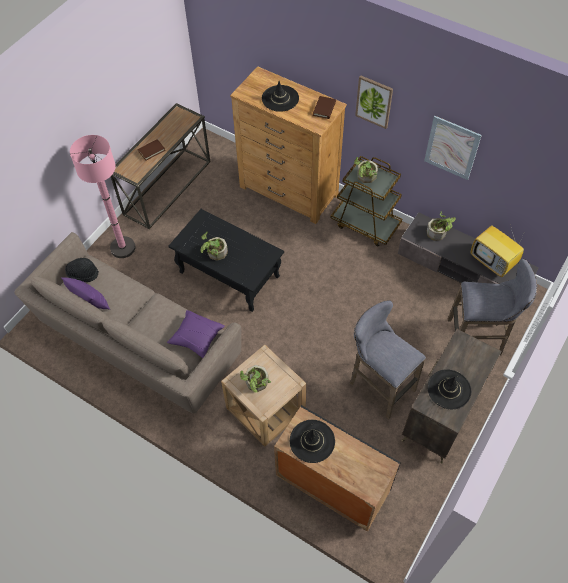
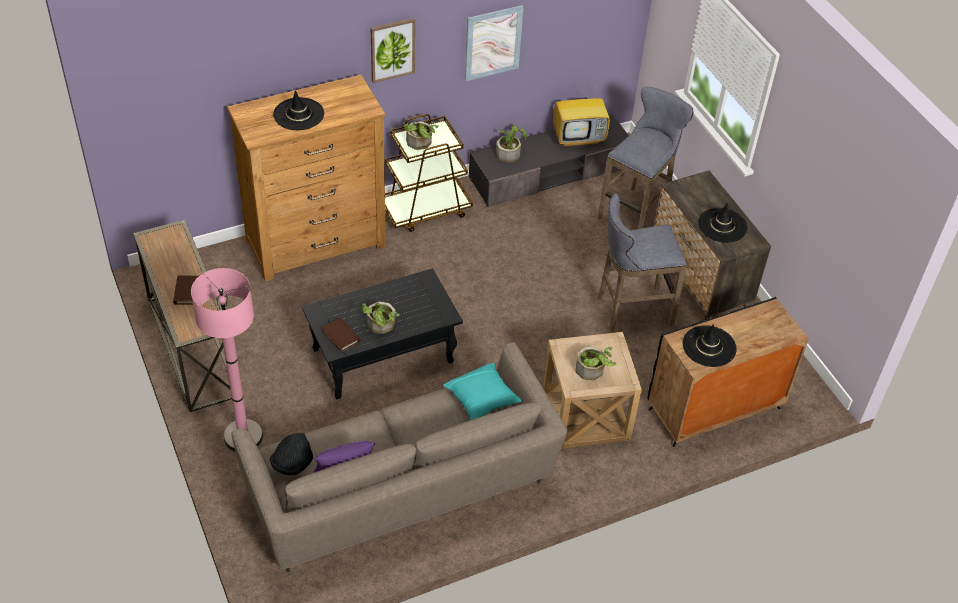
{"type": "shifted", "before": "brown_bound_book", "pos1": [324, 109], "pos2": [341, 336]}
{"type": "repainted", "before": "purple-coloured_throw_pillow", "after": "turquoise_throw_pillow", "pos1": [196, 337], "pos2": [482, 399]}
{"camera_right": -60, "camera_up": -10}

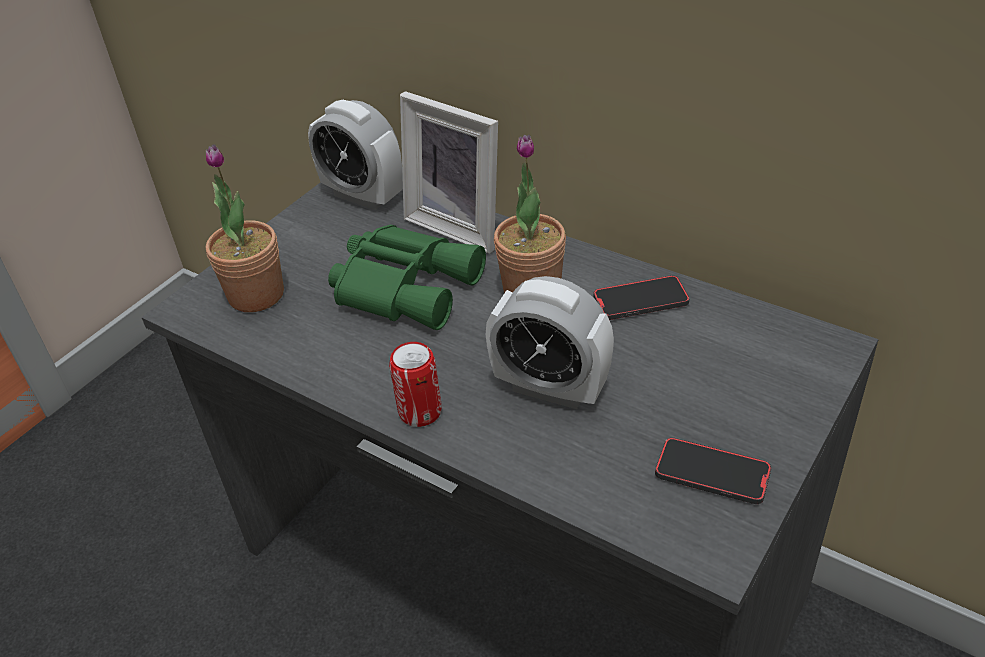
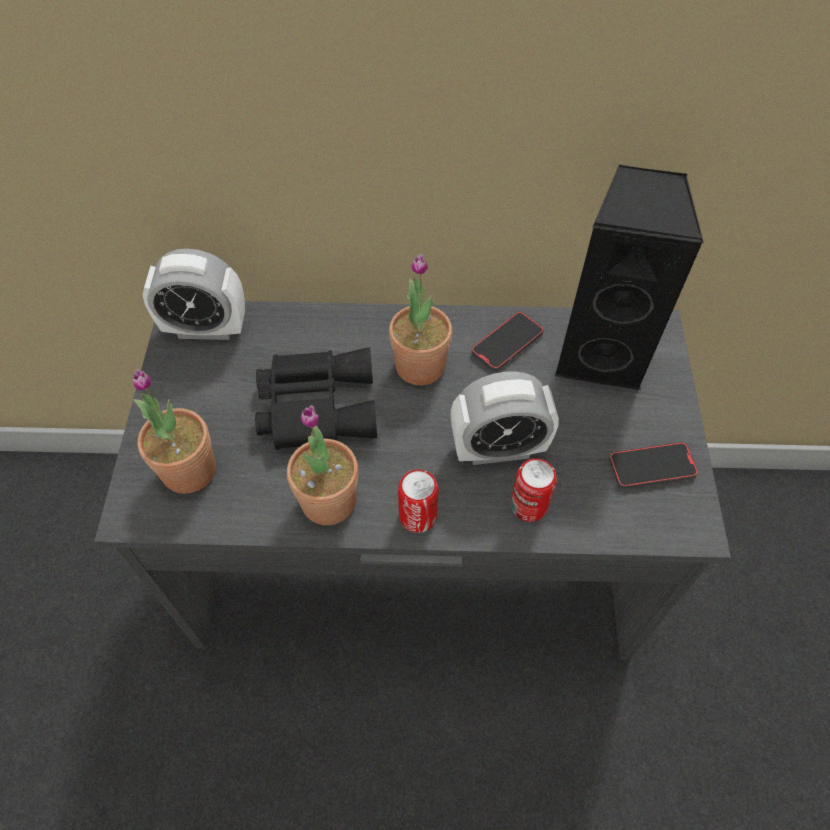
{"type": "repainted", "before": "green_pair_of_binoculars", "after": "black-coloured_pair_of_binoculars", "pos1": [406, 285], "pos2": [316, 404]}
{"type": "new", "after": "plant_in_a_pot", "pos2": [328, 501]}
{"type": "new", "after": "can", "pos2": [528, 505]}
{"type": "new", "after": "black-coloured_loudspeaker", "pos2": [601, 355]}
{"type": "gone", "before": "standing_frame", "pos1": [460, 224]}
{"camera_right": -35, "camera_up": 15}

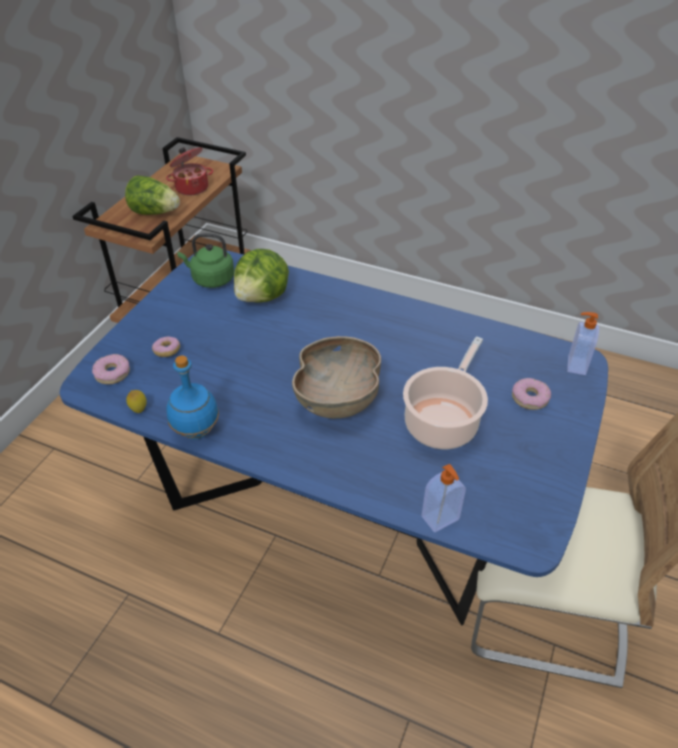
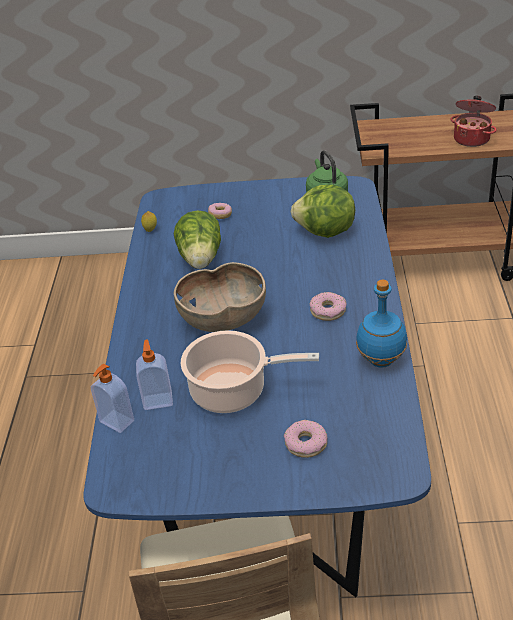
{"type": "shifted", "before": "soap_bottle", "pos1": [575, 365], "pos2": [158, 400]}
{"type": "shifted", "before": "lettuce_head", "pos1": [155, 212], "pos2": [201, 259]}
{"type": "shifted", "before": "donut", "pos1": [112, 373], "pos2": [328, 311]}
{"type": "shifted", "before": "bluish_beverage_bottle", "pos1": [197, 431], "pos2": [381, 361]}
{"camera_right": 70, "camera_up": -5}

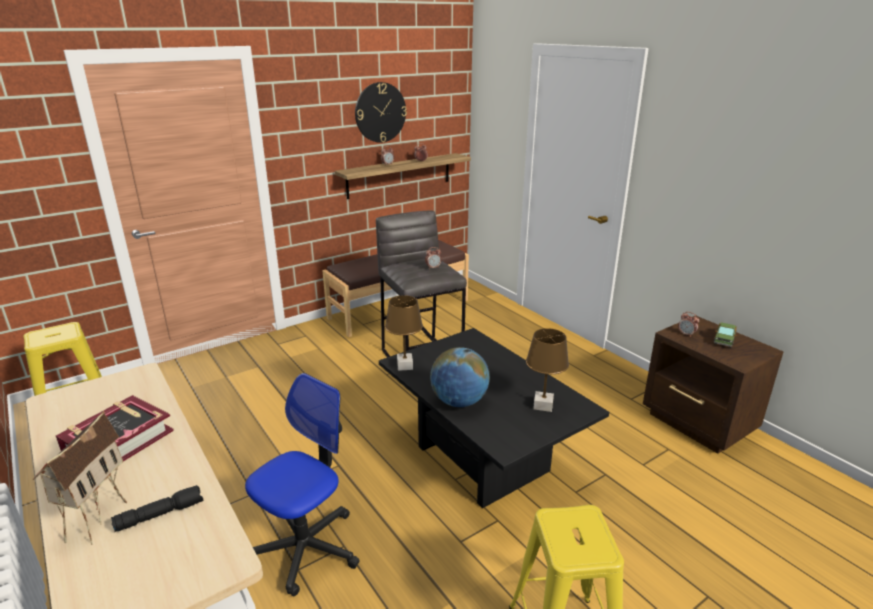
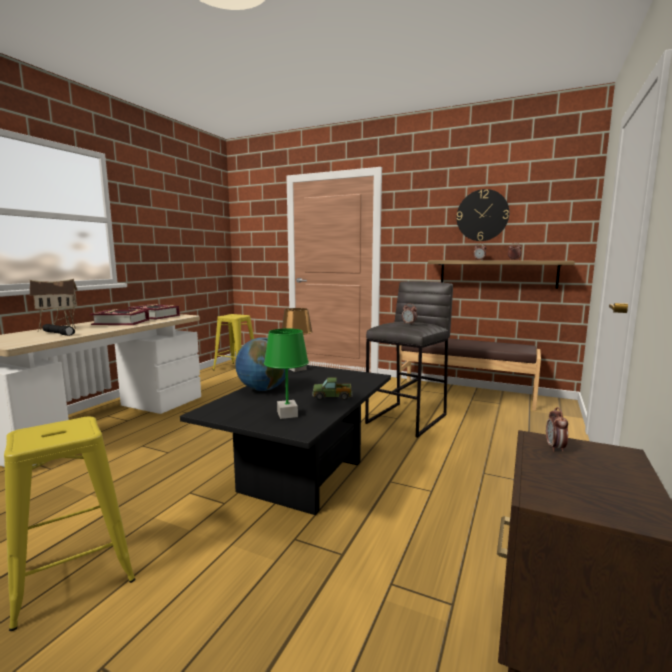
{"type": "new", "after": "bound_book", "pos2": [155, 316]}
{"type": "repainted", "before": "brown_tabletop_lamp", "after": "green_tabletop_lamp", "pos1": [542, 406], "pos2": [287, 414]}
{"type": "shifted", "before": "model_truck", "pos1": [724, 340], "pos2": [332, 397]}
{"type": "gone", "before": "computer_chair", "pos1": [306, 547]}
{"camera_right": 60, "camera_up": -15}

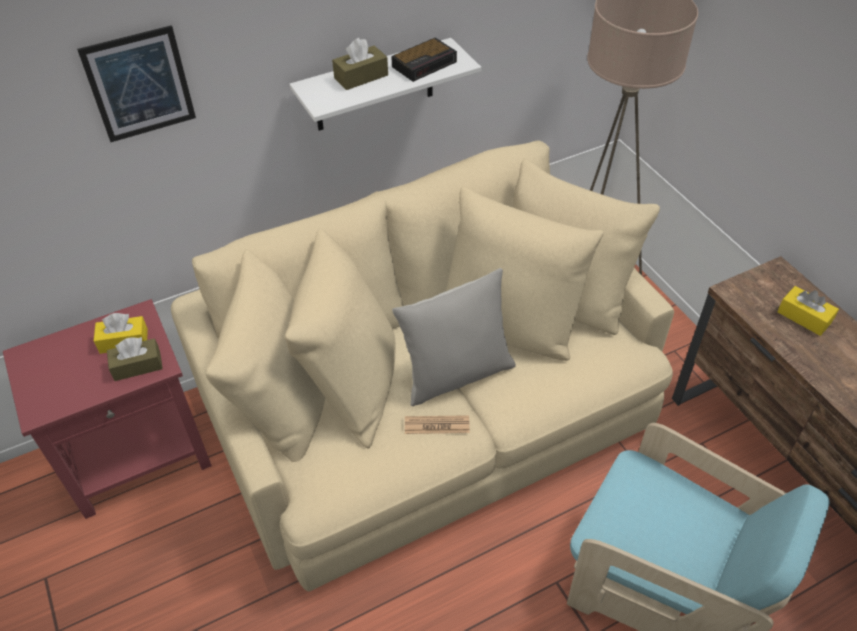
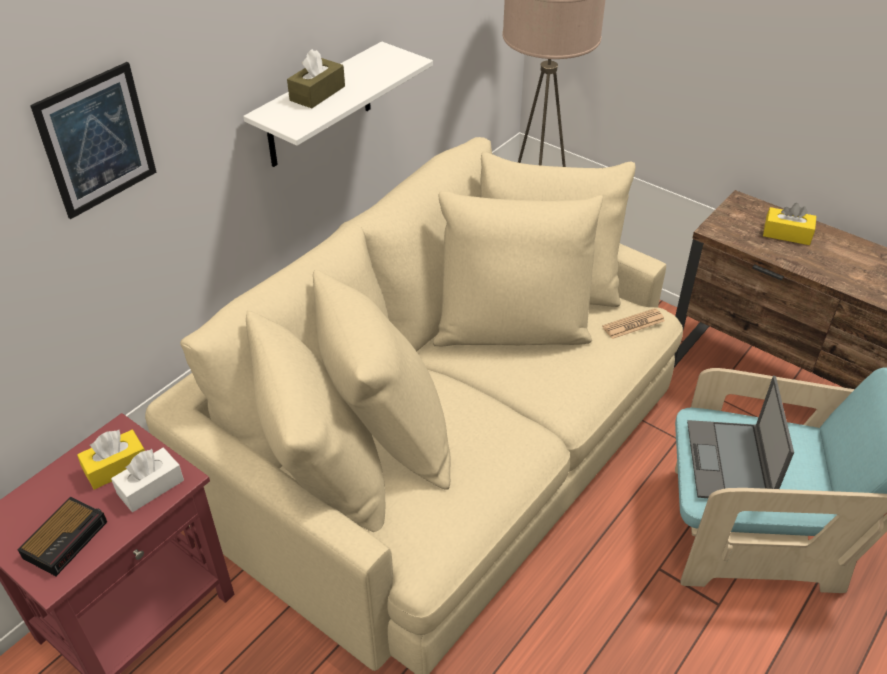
{"type": "shifted", "before": "alarm_clock", "pos1": [425, 64], "pos2": [67, 538]}
{"type": "repainted", "before": "brown_tissue_box", "after": "whitish_tissue_box", "pos1": [137, 366], "pos2": [150, 487]}
{"type": "shifted", "before": "printed_paper", "pos1": [437, 425], "pos2": [633, 324]}
{"type": "new", "after": "laptop", "pos2": [729, 462]}
{"type": "gone", "before": "gray_throw_pillow", "pos1": [456, 374]}
{"camera_right": -25, "camera_up": -5}

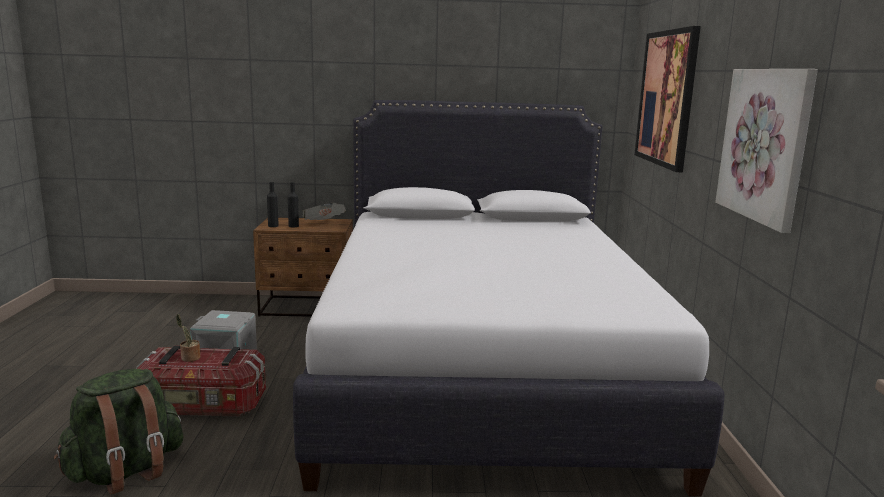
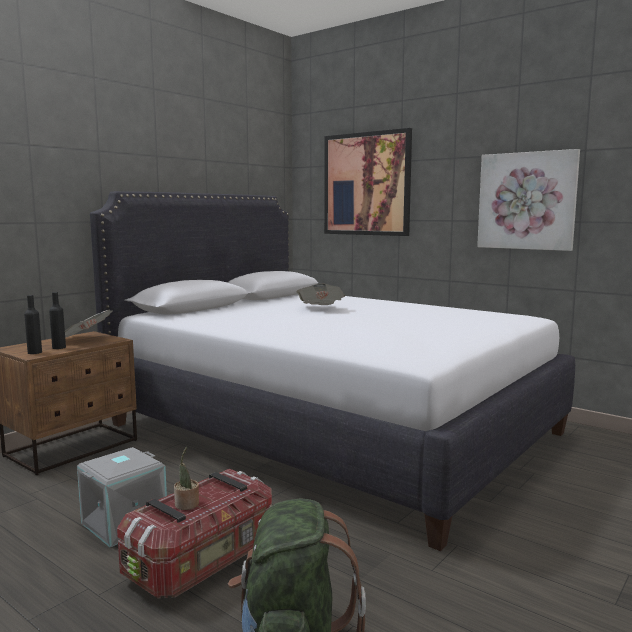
{"type": "new", "after": "printed_paper", "pos2": [321, 309]}
{"camera_right": -50, "camera_up": -5}

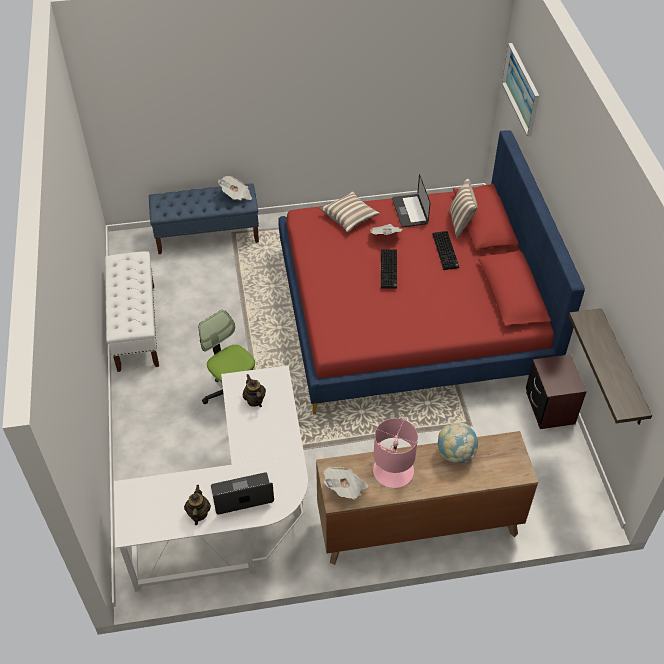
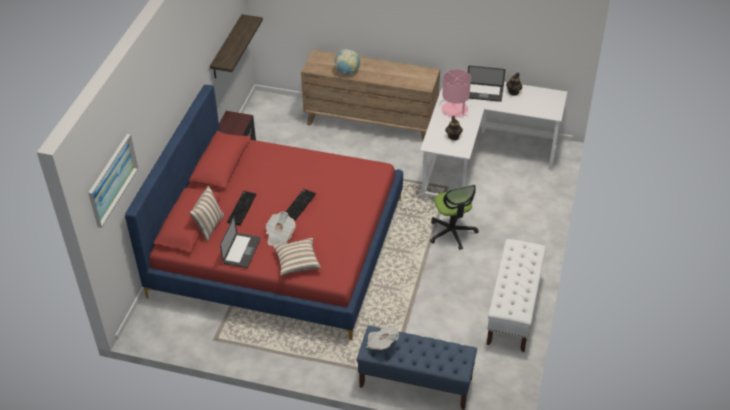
{"type": "shifted", "before": "pink_tabletop_lamp", "pos1": [392, 471], "pos2": [455, 110]}
{"type": "gone", "before": "printed_paper", "pos1": [345, 488]}
{"camera_right": -155, "camera_up": -5}

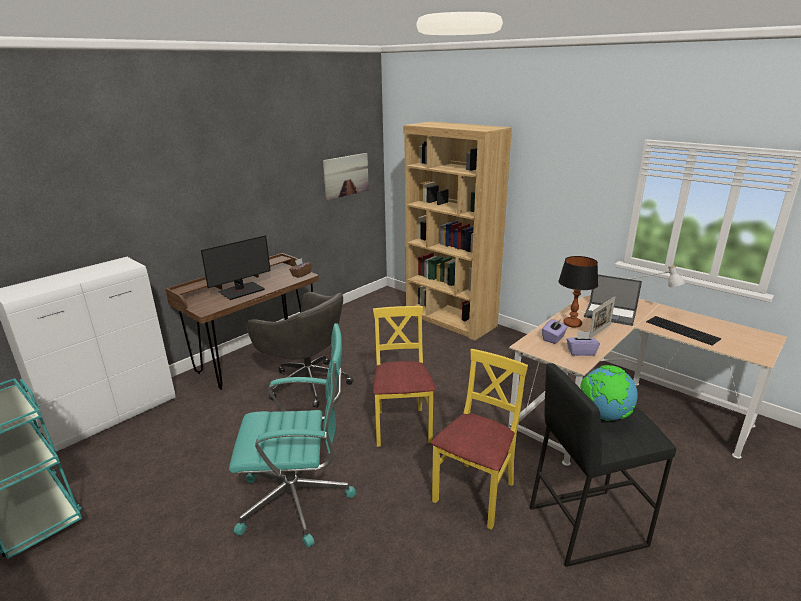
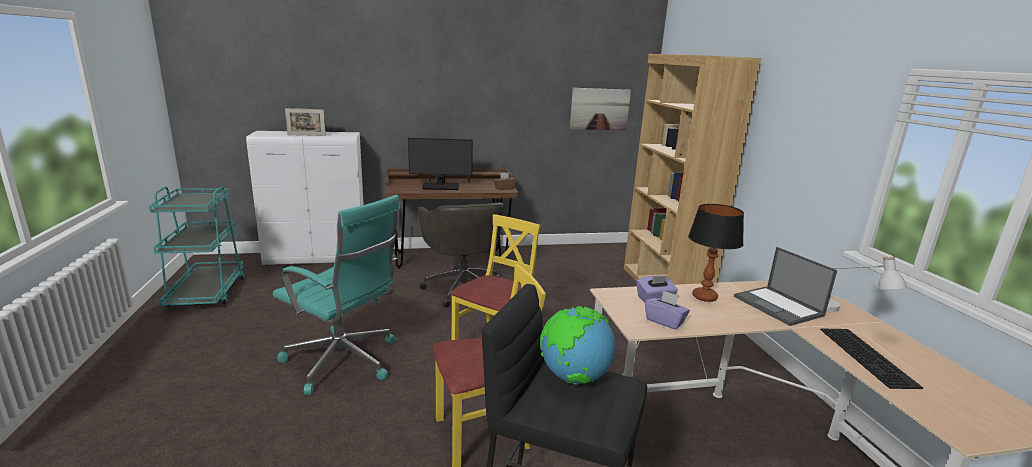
{"type": "shifted", "before": "standing_frame", "pos1": [599, 331], "pos2": [306, 135]}
{"camera_right": 35, "camera_up": -5}

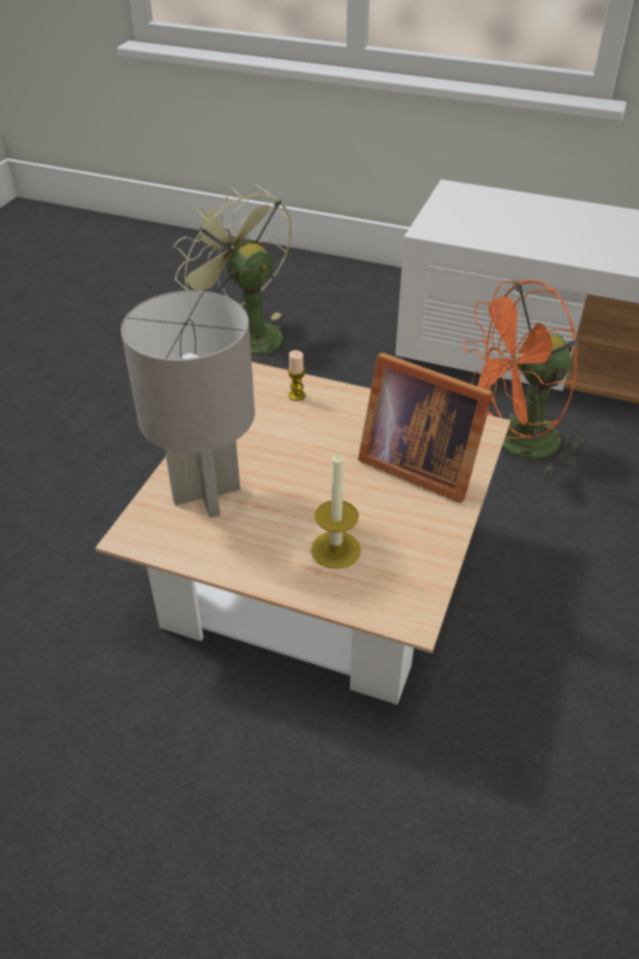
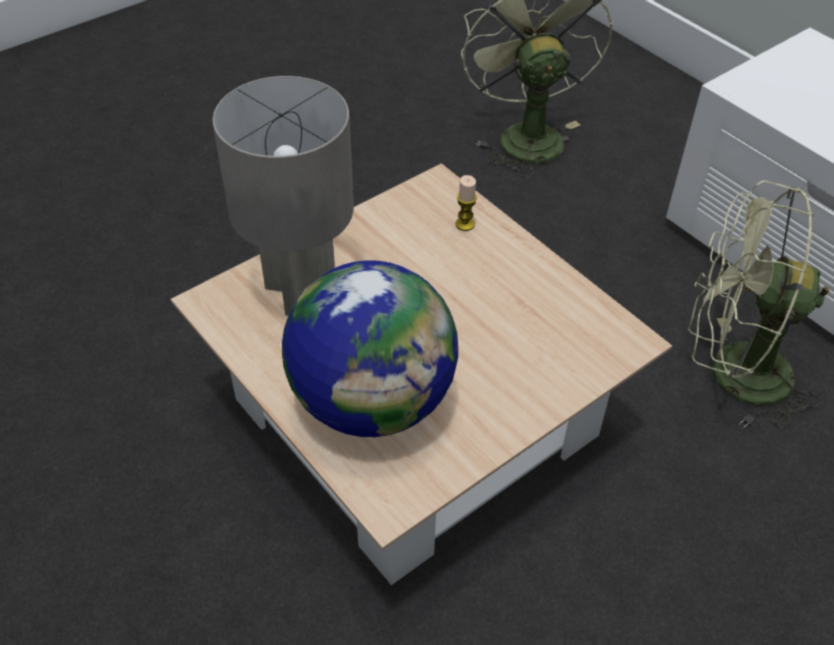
{"type": "swapped", "before": "wax_candle", "after": "globe", "pos1": [336, 549], "pos2": [373, 401]}
{"type": "repainted", "before": "orangey_cooling_fan", "after": "green_cooling_fan", "pos1": [514, 444], "pos2": [731, 374]}
{"type": "gone", "before": "standing_frame", "pos1": [416, 464]}
{"camera_right": 30, "camera_up": 5}

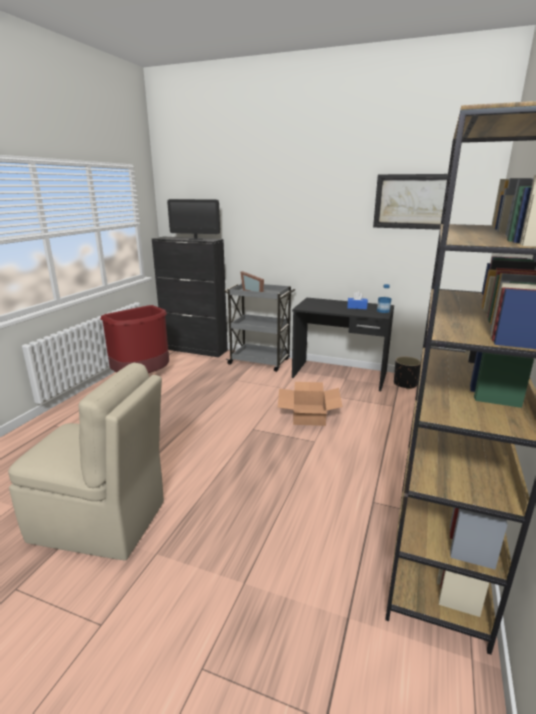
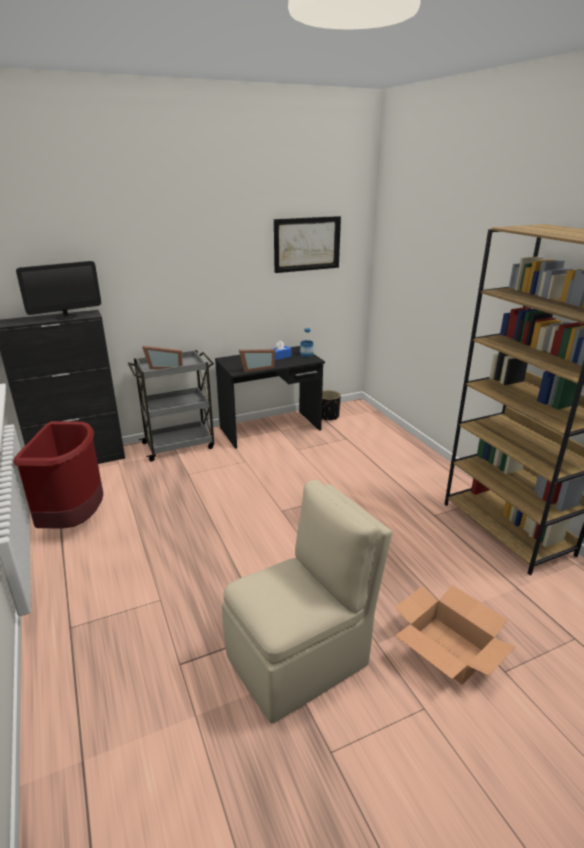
{"type": "new", "after": "standing_frame", "pos2": [256, 368]}
{"type": "shifted", "before": "carton", "pos1": [308, 414], "pos2": [448, 649]}
{"camera_right": -45, "camera_up": 5}

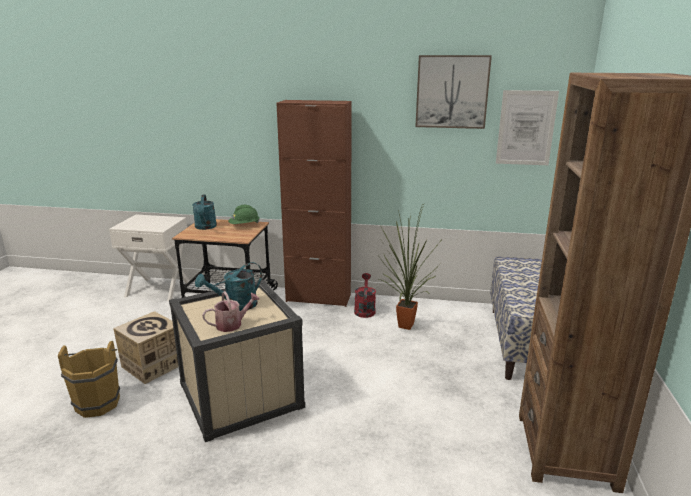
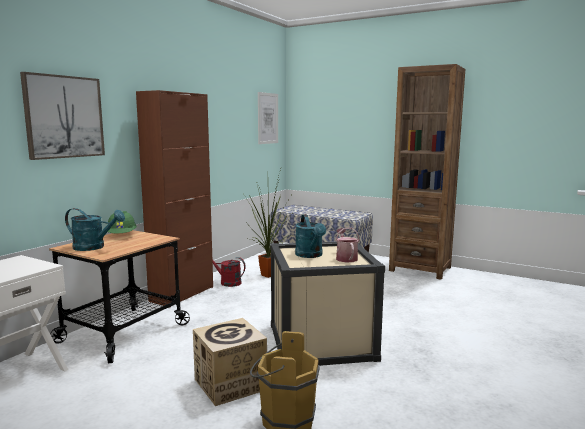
{"type": "shifted", "before": "wall_art", "pos1": [452, 92], "pos2": [64, 117]}
{"camera_right": -70, "camera_up": -10}

